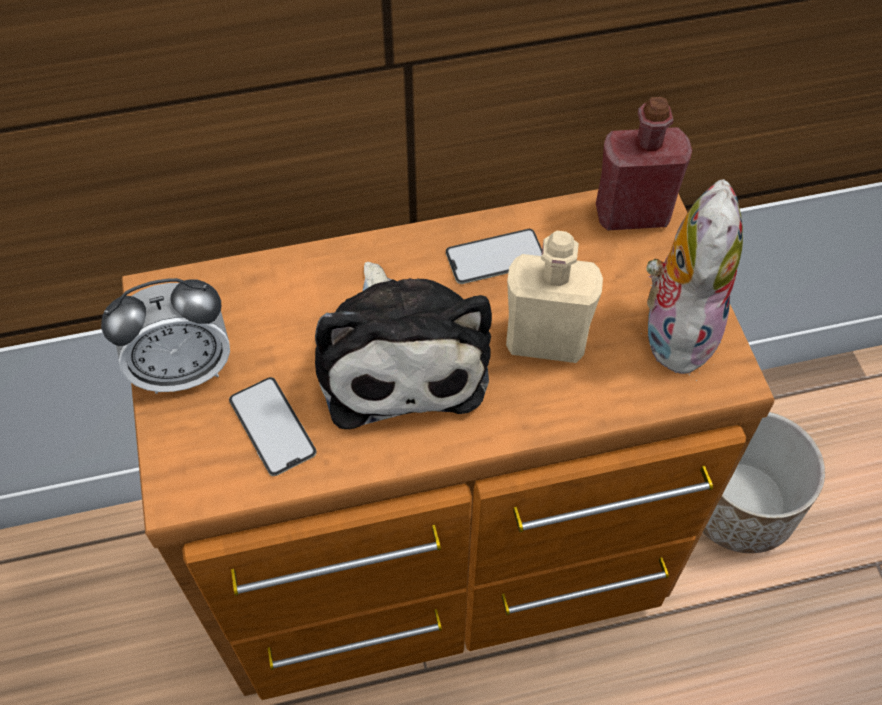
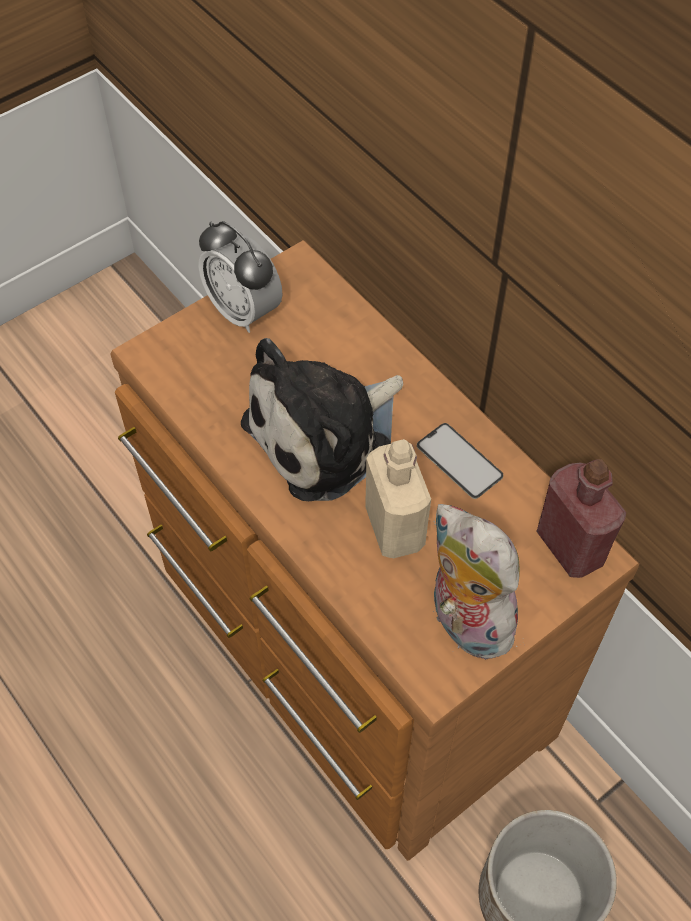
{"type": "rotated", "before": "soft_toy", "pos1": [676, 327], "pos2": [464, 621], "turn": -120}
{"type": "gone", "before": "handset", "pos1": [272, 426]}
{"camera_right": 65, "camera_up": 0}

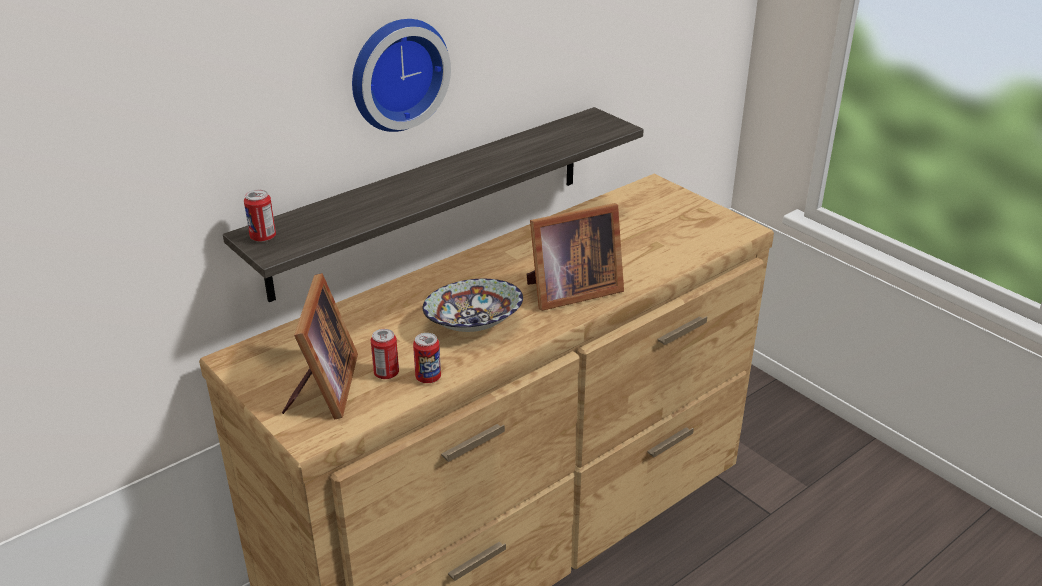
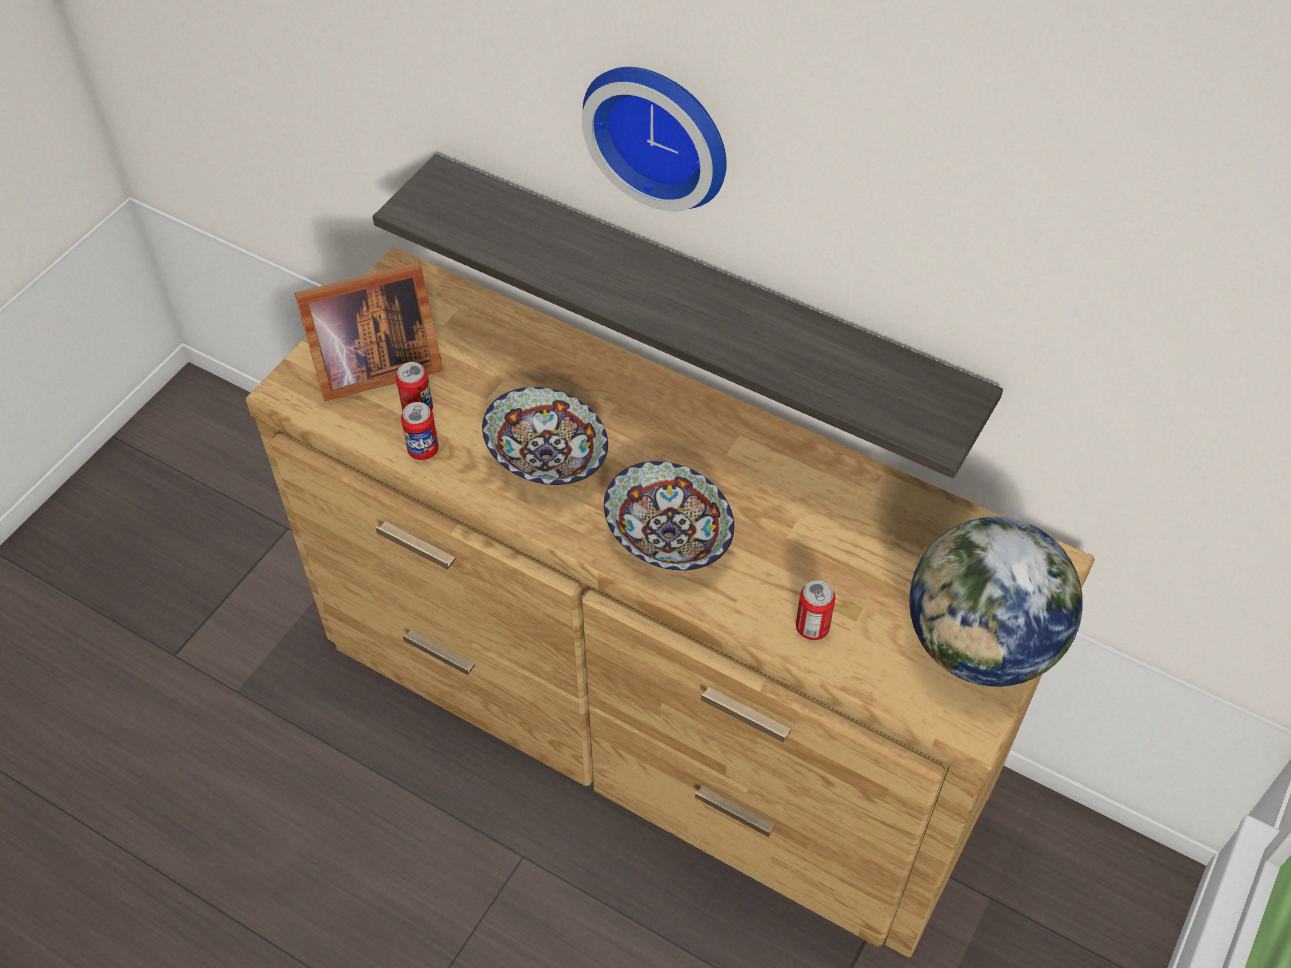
{"type": "swapped", "before": "standing_frame", "after": "serving_bowl", "pos1": [569, 291], "pos2": [669, 536]}
{"type": "shifted", "before": "can", "pos1": [263, 237], "pos2": [812, 627]}
{"type": "new", "after": "globe", "pos2": [980, 646]}
{"camera_right": 70, "camera_up": 20}

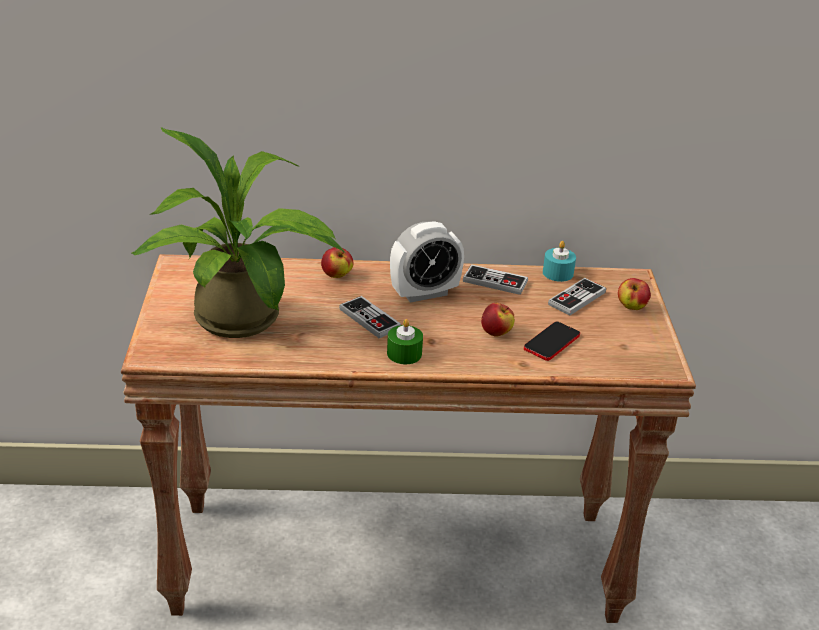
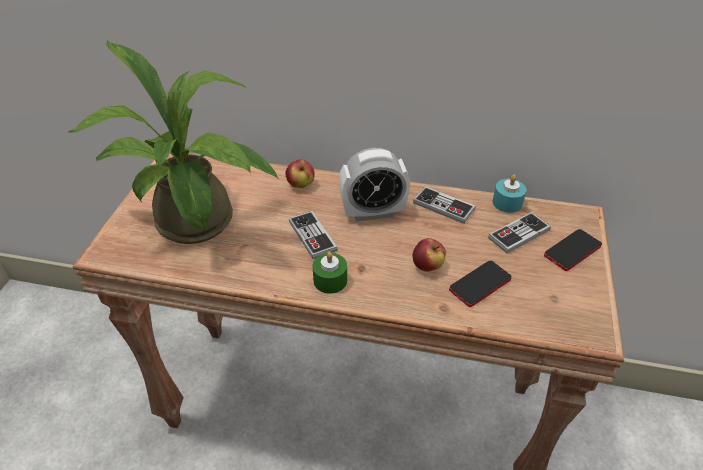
{"type": "swapped", "before": "apple_fruit", "after": "handset", "pos1": [631, 307], "pos2": [572, 250]}
{"camera_right": 15, "camera_up": 10}

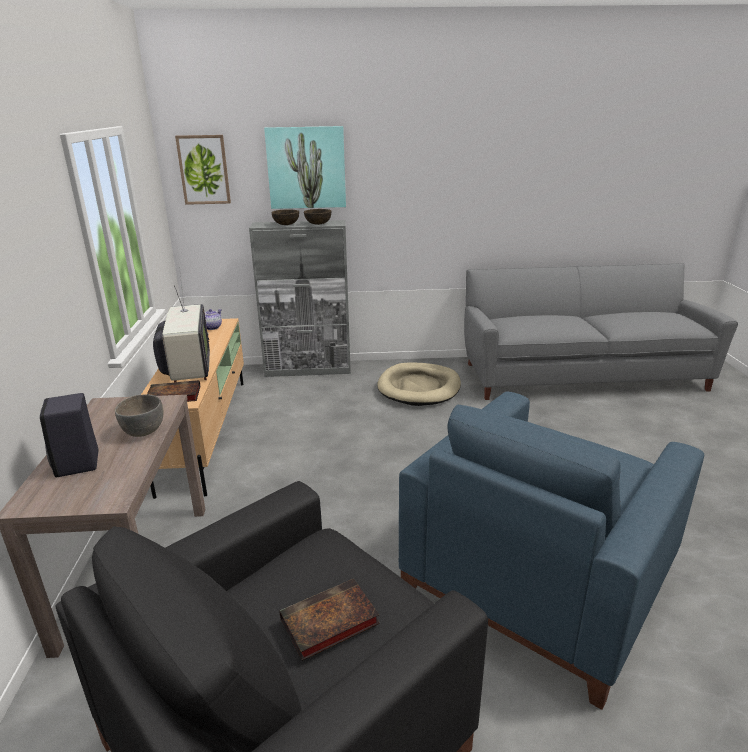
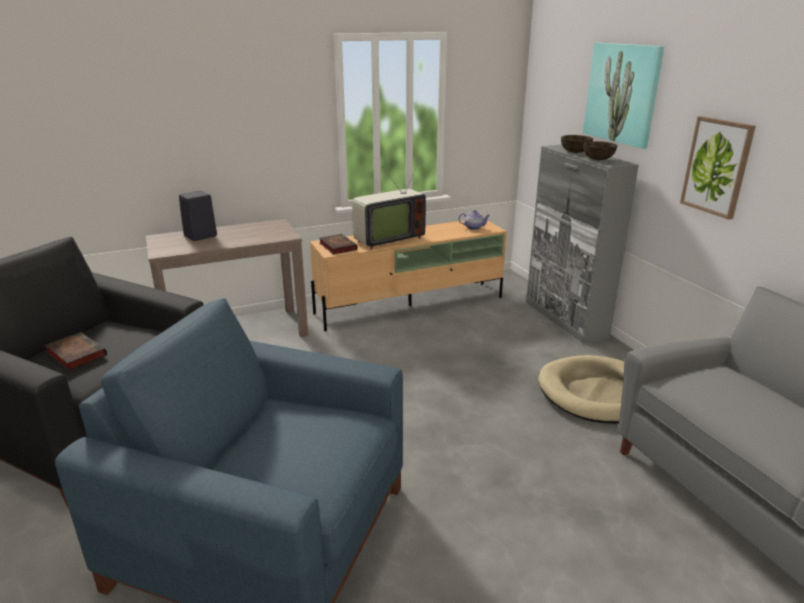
{"type": "shifted", "before": "wall_art", "pos1": [204, 170], "pos2": [717, 167]}
{"type": "gone", "before": "gray_serving_bowl", "pos1": [144, 431]}
{"camera_right": 70, "camera_up": 0}

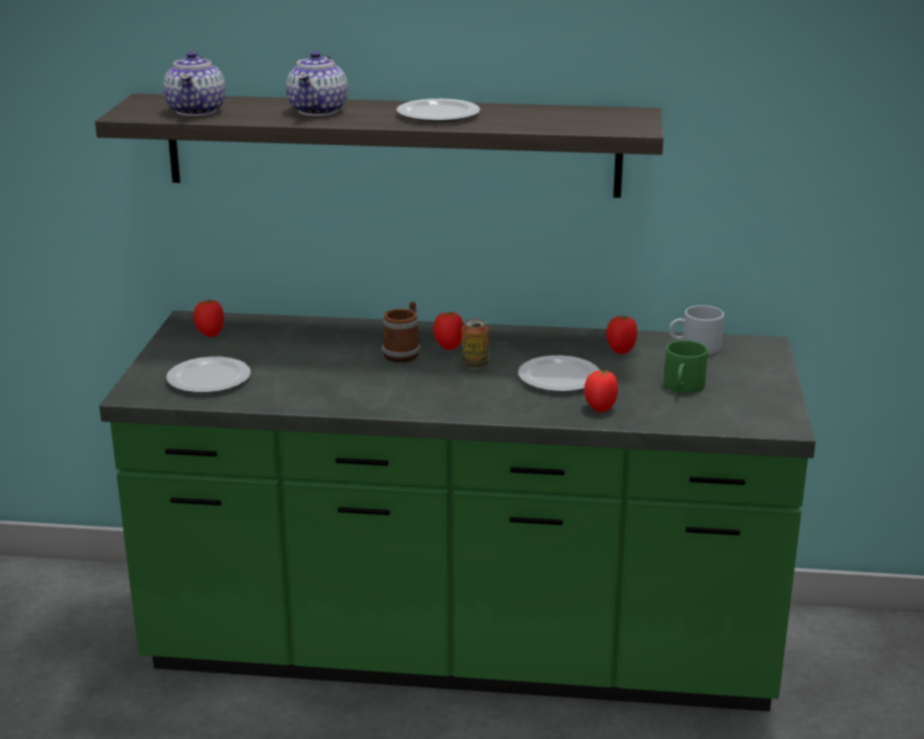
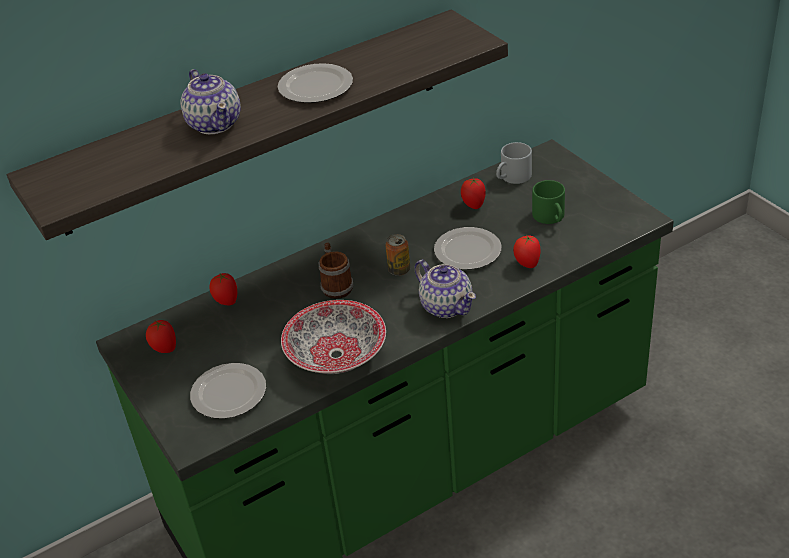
{"type": "shifted", "before": "tomato", "pos1": [448, 347], "pos2": [226, 301]}
{"type": "new", "after": "serving_bowl", "pos2": [336, 354]}
{"type": "shifted", "before": "pot_for_tea", "pos1": [197, 110], "pos2": [446, 306]}
{"camera_right": -35, "camera_up": 15}

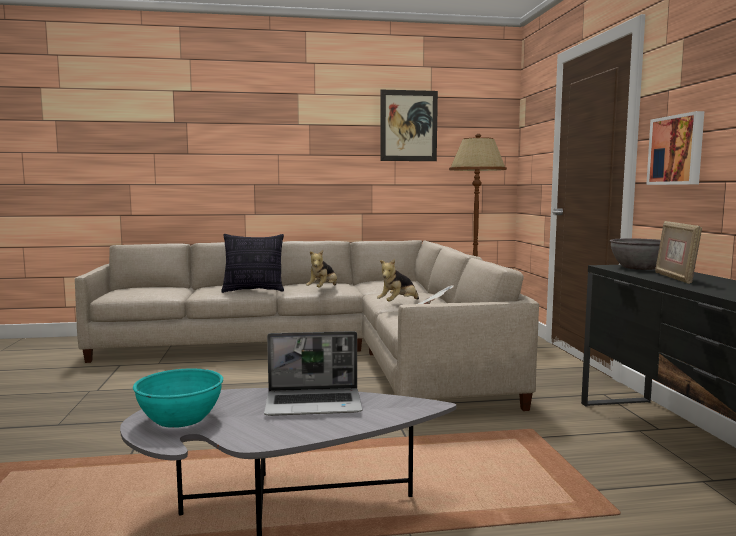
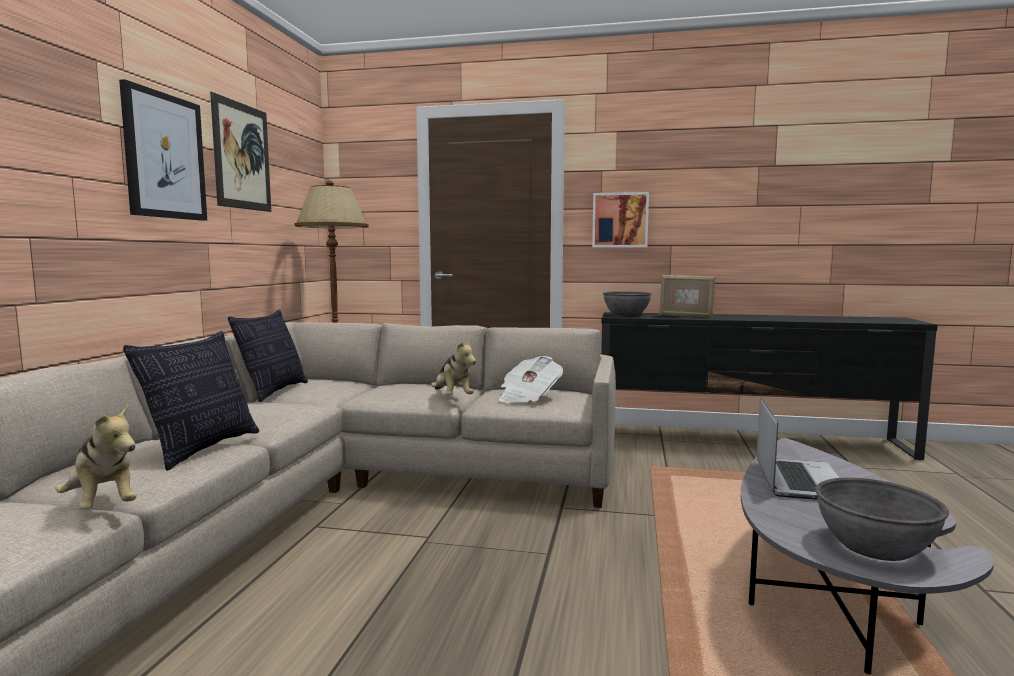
{"type": "shifted", "before": "soft_toy", "pos1": [323, 289], "pos2": [102, 505]}
{"type": "new", "after": "wall_art", "pos2": [164, 156]}
{"type": "new", "after": "throw_pillow", "pos2": [273, 391]}
{"type": "repainted", "before": "turquoise_serving_bowl", "after": "gray_serving_bowl", "pos1": [180, 419], "pos2": [875, 546]}
{"camera_right": -70, "camera_up": 0}

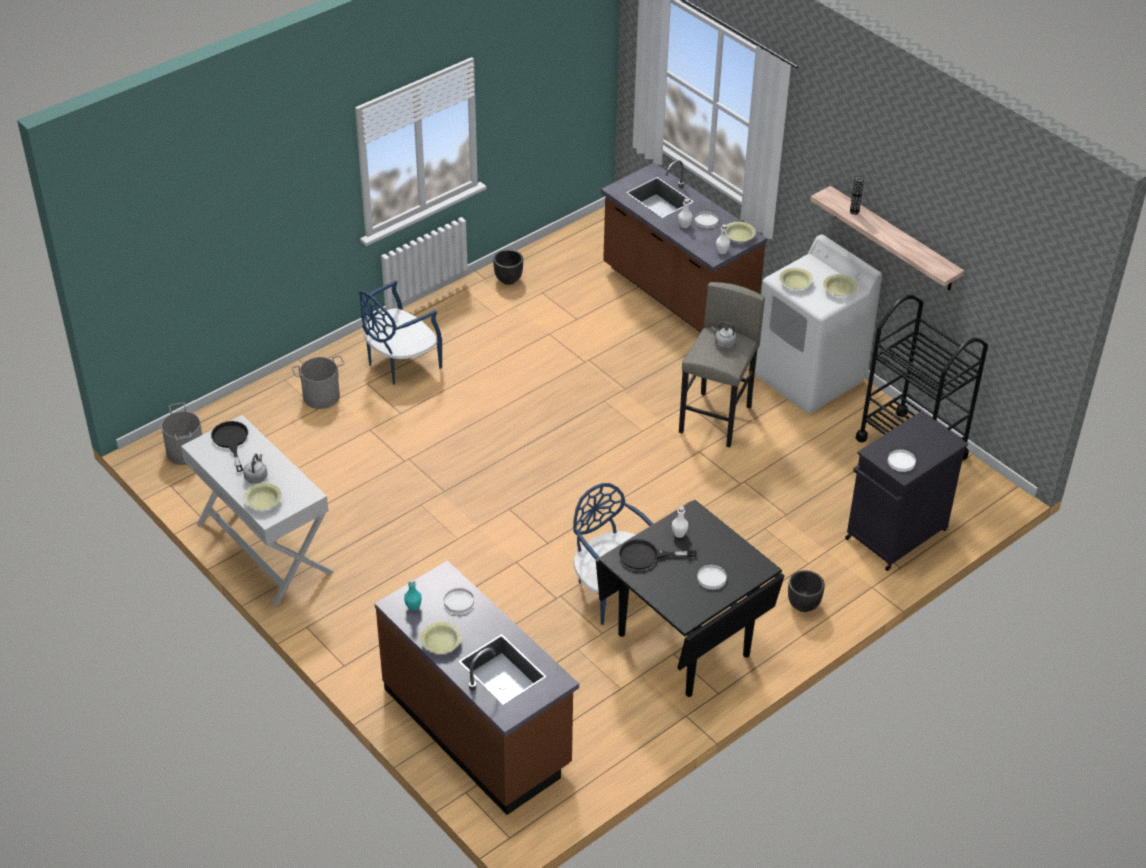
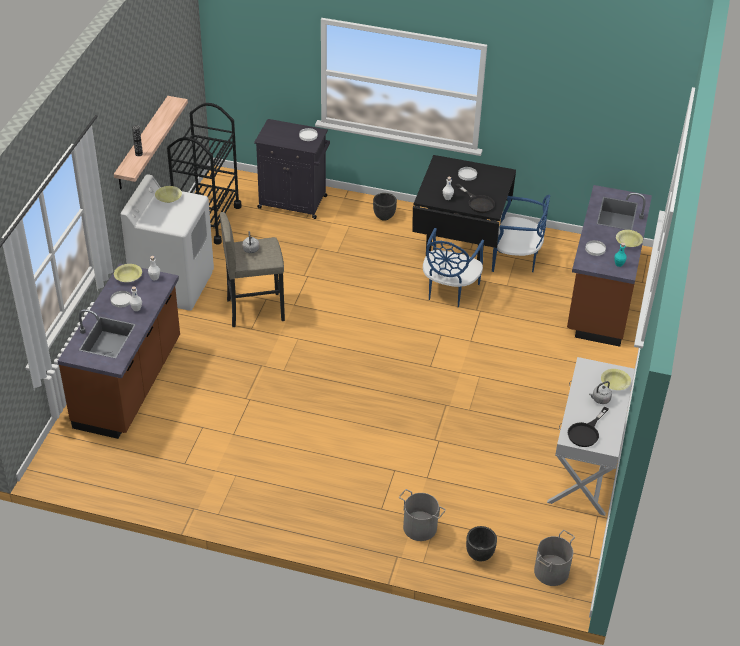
{"type": "shifted", "before": "black-coloured_plant_pot", "pos1": [508, 279], "pos2": [479, 555]}
{"type": "shifted", "before": "bluish_plain_chair", "pos1": [400, 363], "pos2": [516, 259]}
{"type": "gone", "before": "yellowish_serving_bowl", "pos1": [795, 283]}
{"camera_right": -125, "camera_up": 0}

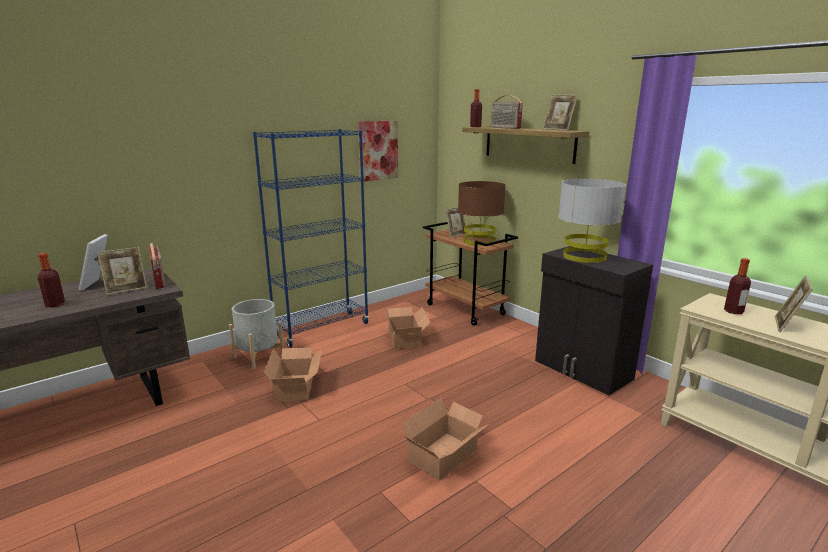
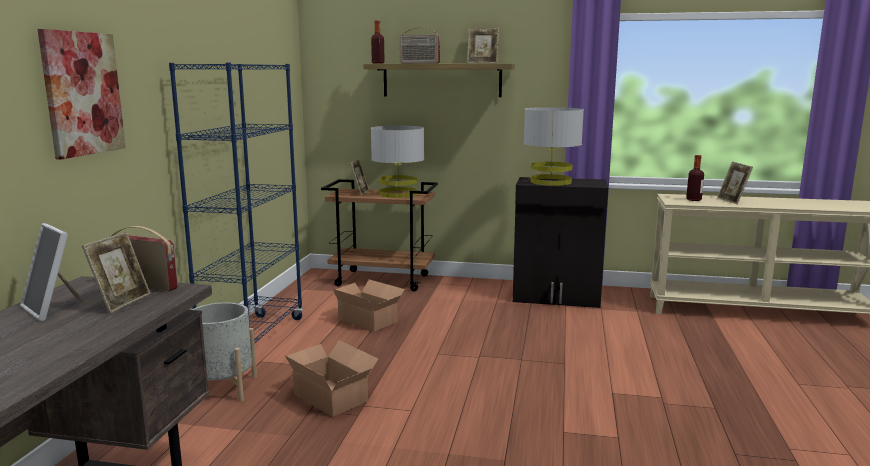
{"type": "shifted", "before": "wall_art", "pos1": [377, 150], "pos2": [82, 93]}
{"type": "repainted", "before": "brown_tabletop_lamp", "after": "gray_tabletop_lamp", "pos1": [479, 241], "pos2": [398, 194]}
{"type": "gone", "before": "beverage_bottle", "pos1": [55, 304]}
{"type": "gone", "before": "carton", "pos1": [446, 456]}
{"camera_right": -40, "camera_up": -5}

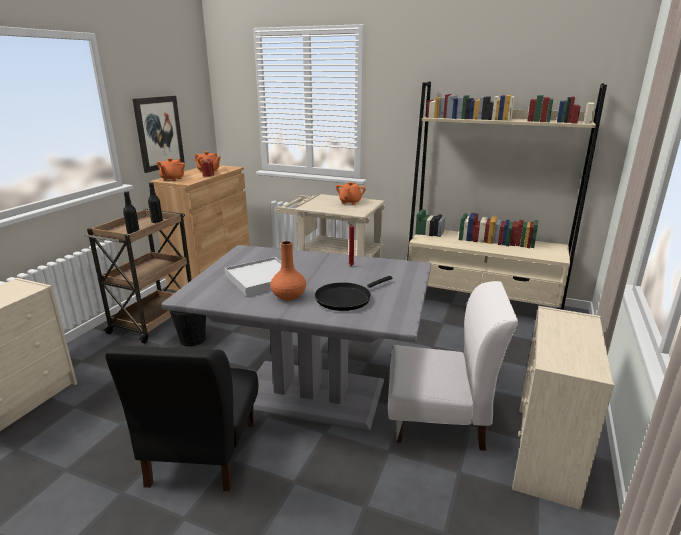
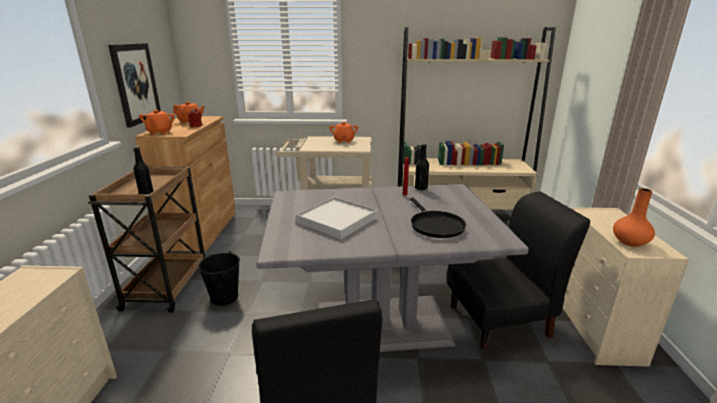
{"type": "rotated", "before": "black-coloured_frying_pan", "pos1": [346, 298], "pos2": [435, 225], "turn": -45}
{"type": "shifted", "before": "black-coloured_beverage_bottle", "pos1": [157, 222], "pos2": [421, 188]}
{"type": "repainted", "before": "whitish_plain_chair", "after": "black-coloured_plain_chair", "pos1": [438, 420], "pos2": [500, 321]}
{"type": "shifted", "before": "orangey_flower_vase", "pos1": [288, 296], "pos2": [630, 242]}
{"camera_right": -20, "camera_up": 0}

